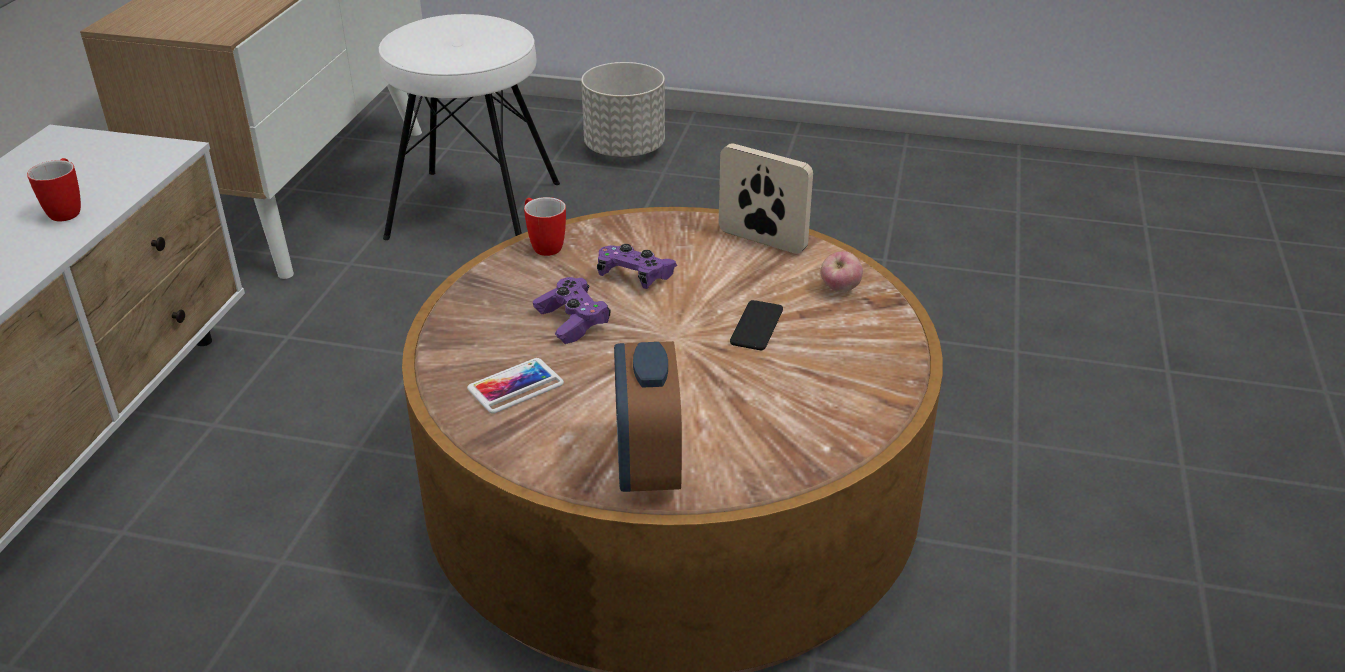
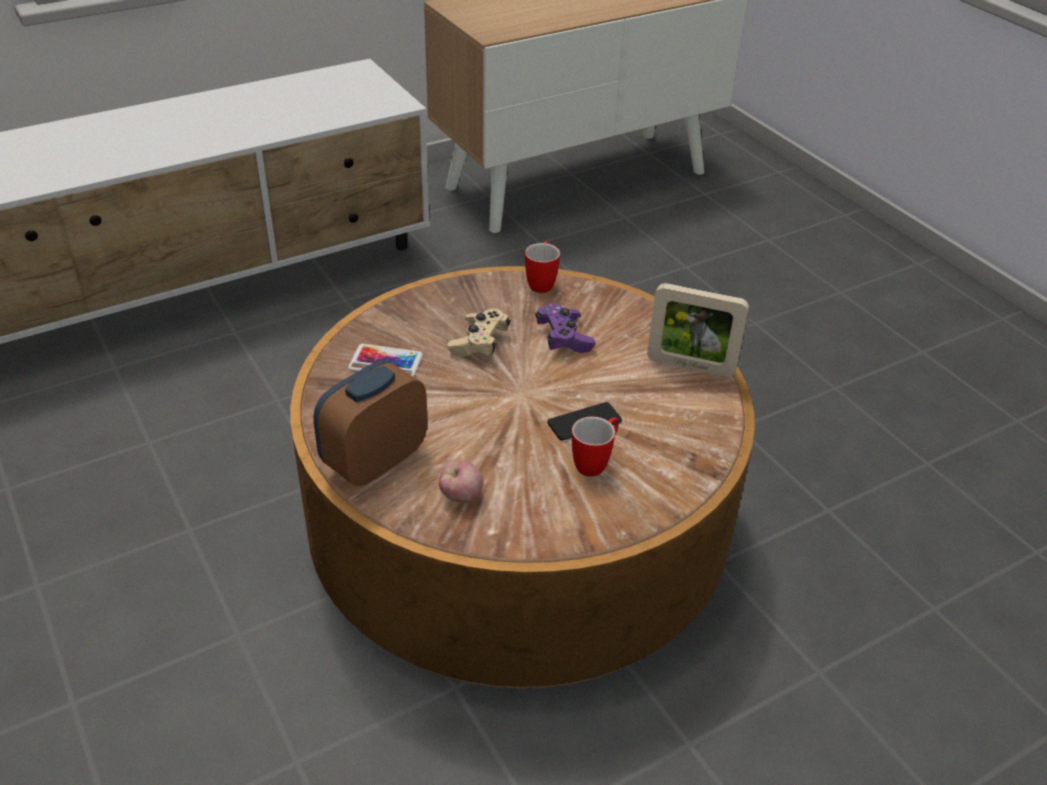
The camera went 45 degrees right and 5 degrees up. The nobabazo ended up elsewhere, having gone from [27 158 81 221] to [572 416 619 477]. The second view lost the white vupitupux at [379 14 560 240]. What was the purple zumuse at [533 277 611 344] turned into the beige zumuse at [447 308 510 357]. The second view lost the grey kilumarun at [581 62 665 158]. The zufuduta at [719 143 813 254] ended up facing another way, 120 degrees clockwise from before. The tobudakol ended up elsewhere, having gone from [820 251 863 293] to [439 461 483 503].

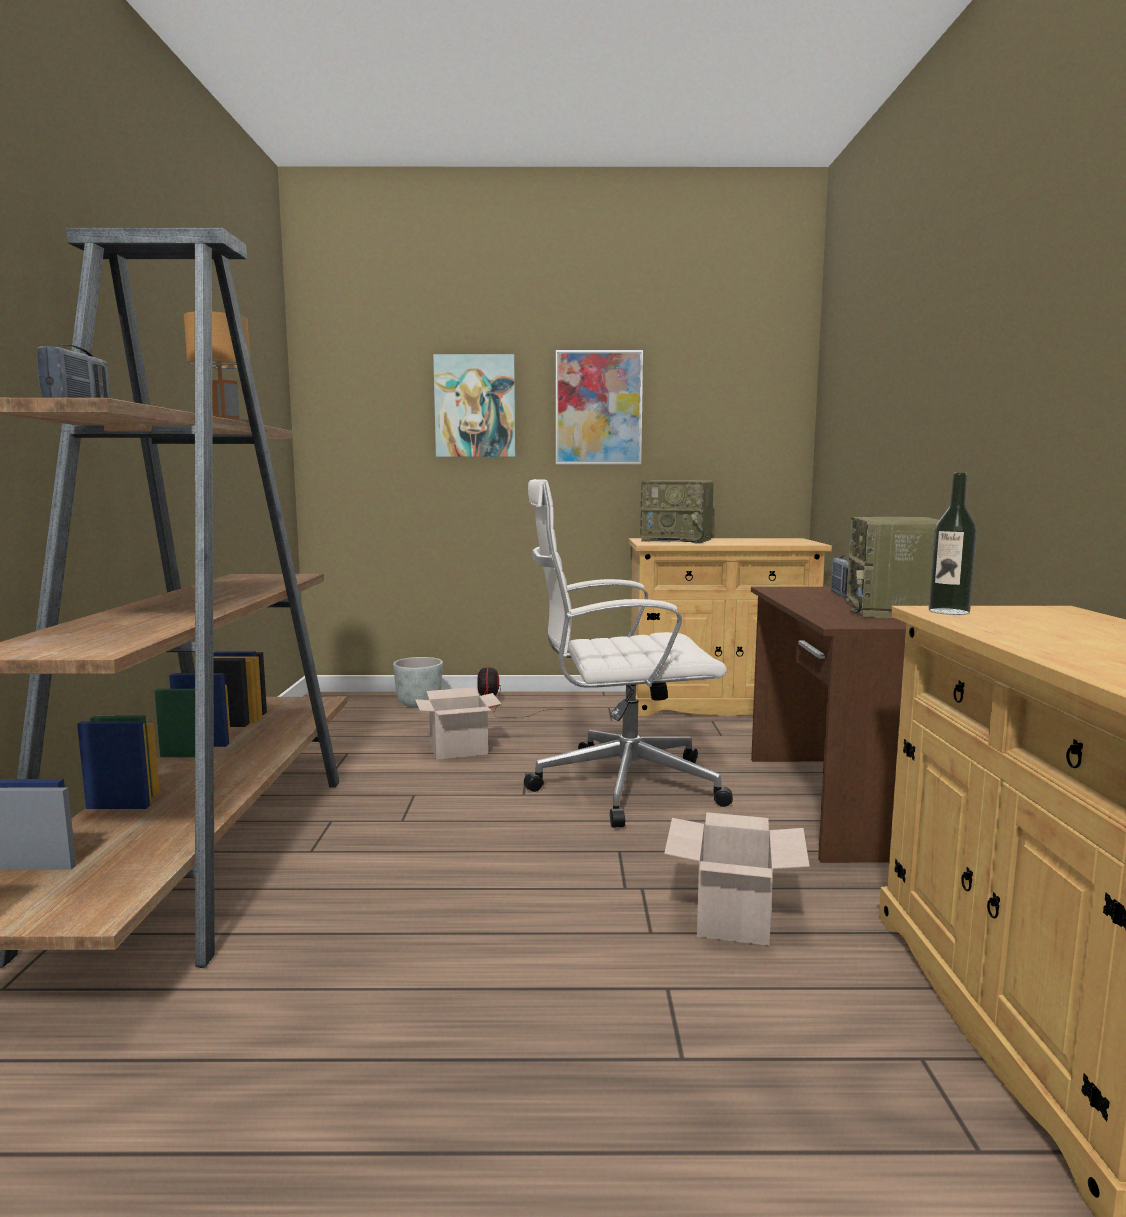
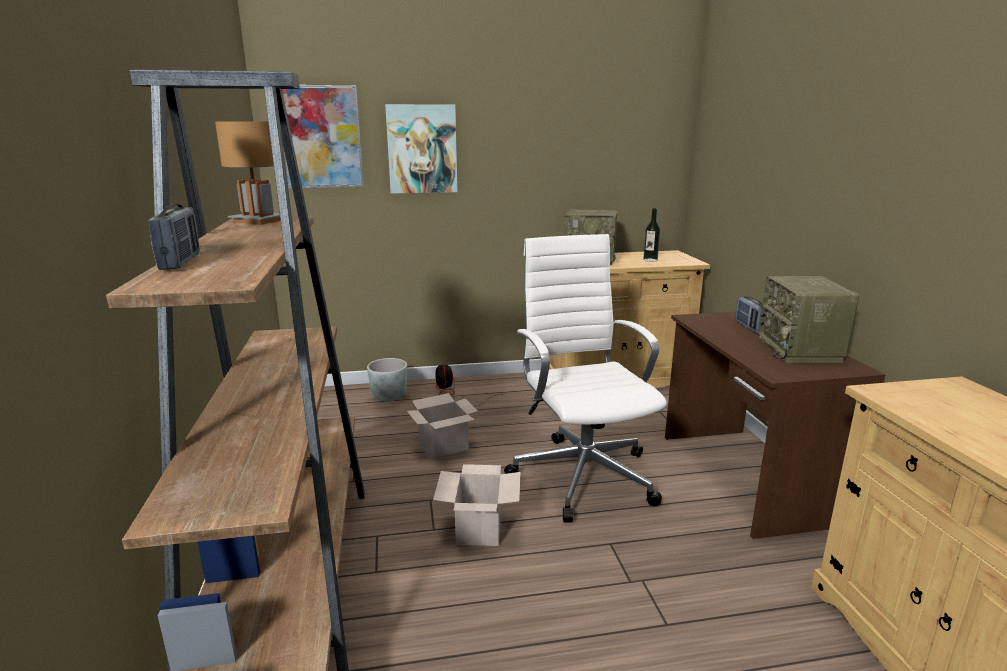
The camera went 10 degrees left and 10 degrees up. The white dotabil at [524 479 733 828] ended up facing another way, 90 degrees clockwise from before. The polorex ended up elsewhere, having gone from [556 350 643 464] to [282 85 364 188]. The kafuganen ended up elsewhere, having gone from [664 812 810 946] to [433 464 521 546]. The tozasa ended up elsewhere, having gone from [929 473 977 615] to [643 208 660 262].

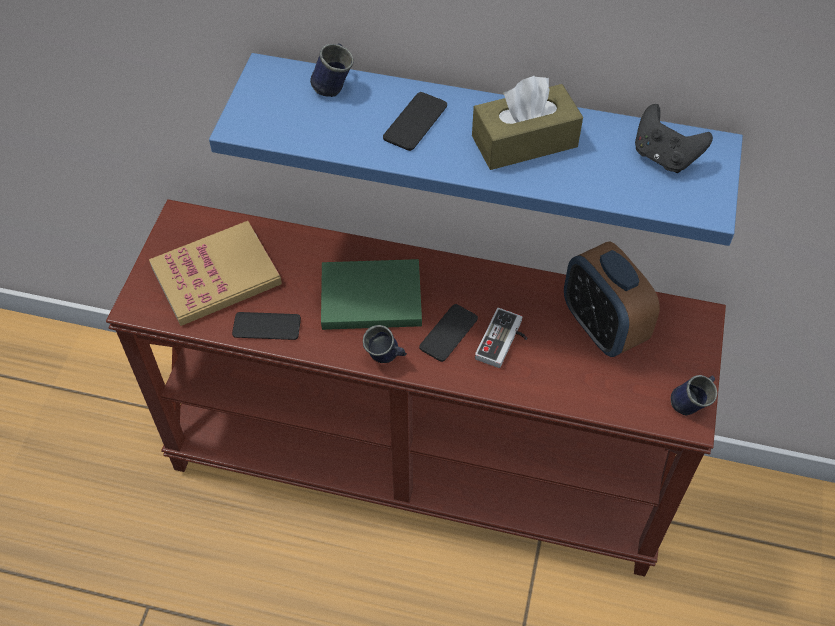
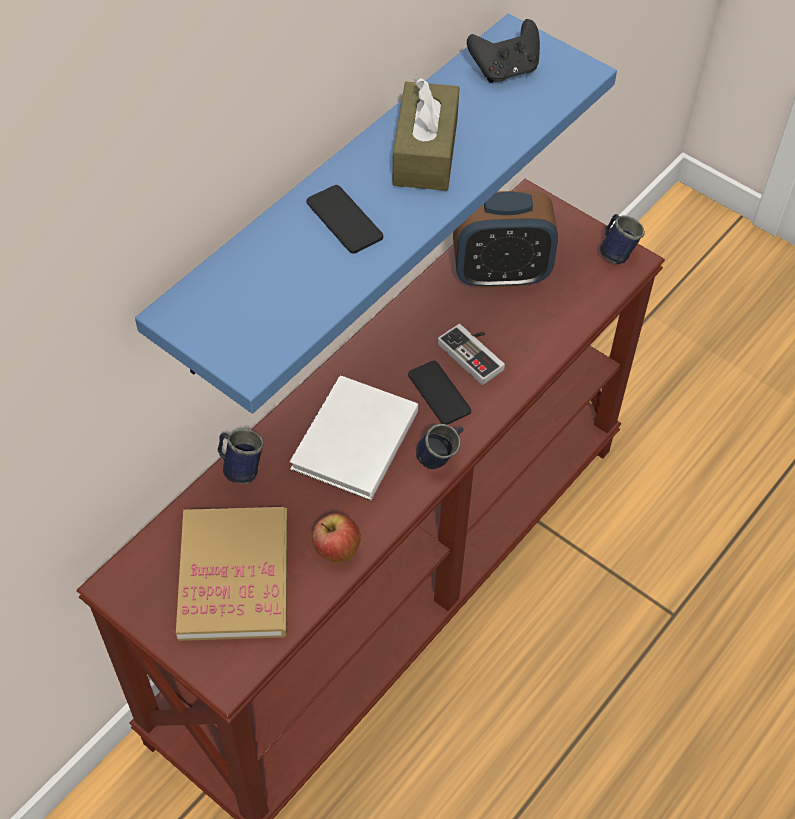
The camera went 65 degrees left and 0 degrees up. Where the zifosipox stood at [232 312 301 340], the tobudakol came to stand at [312 513 361 563]. The blue nobabazo ended up elsewhere, having gone from [310 43 354 97] to [218 429 264 484]. What was the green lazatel at [321 259 422 330] turned into the white lazatel at [290 375 418 500].

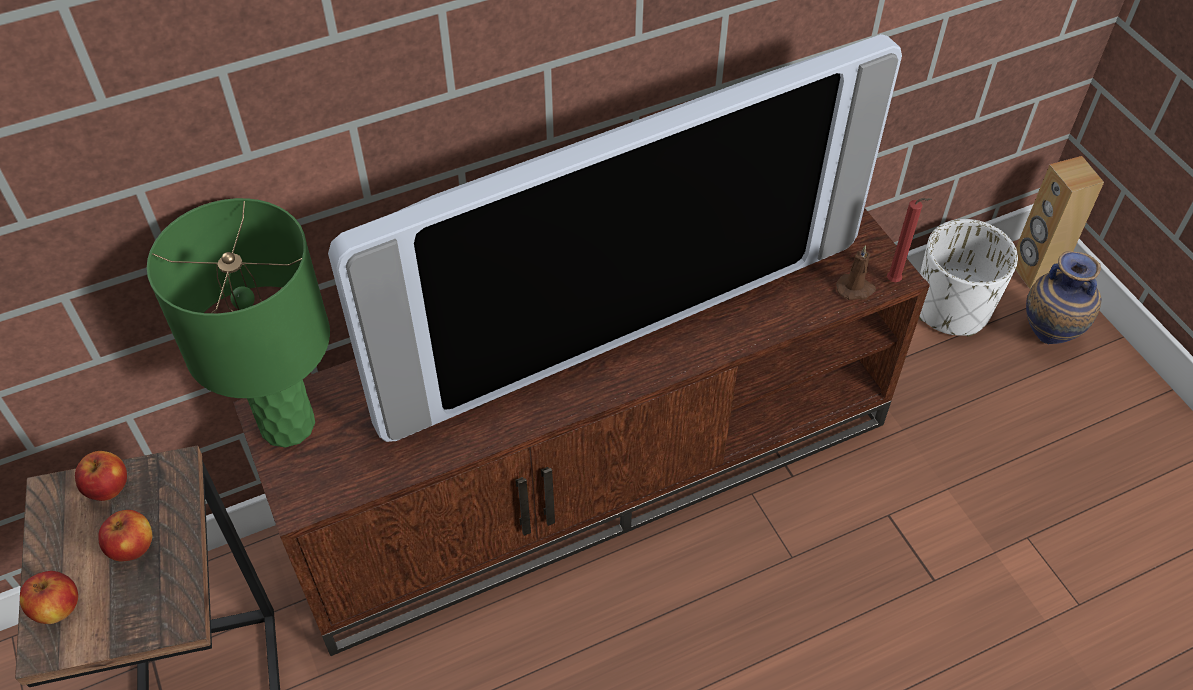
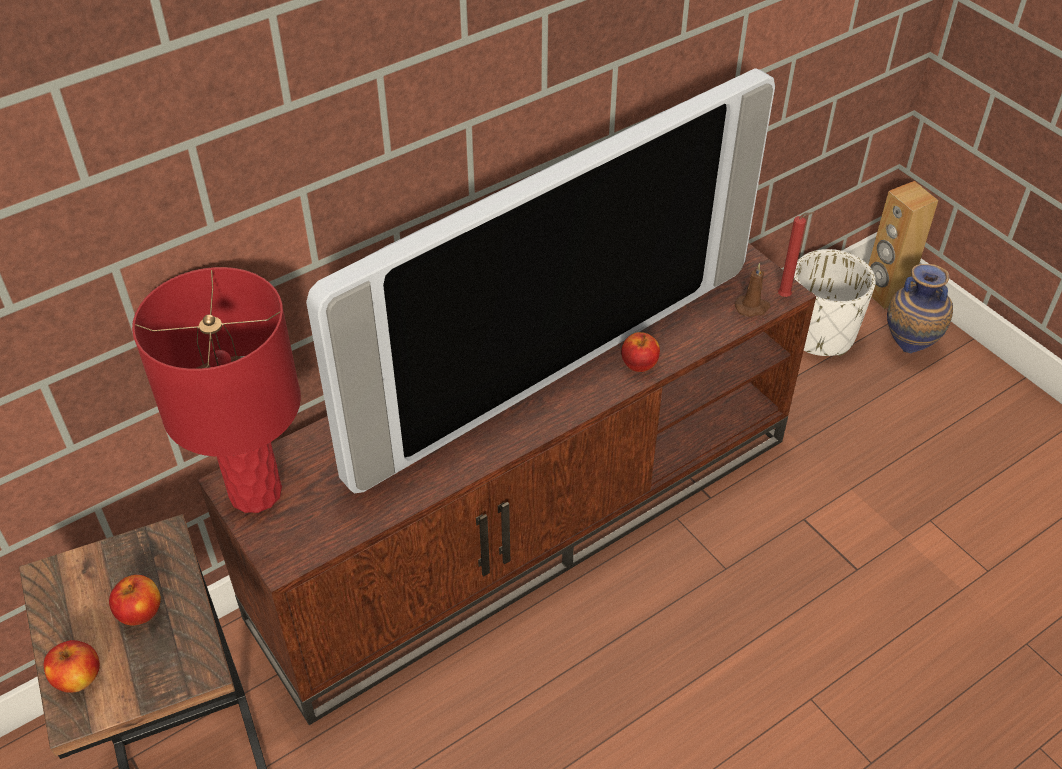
The camera went 10 degrees left and 5 degrees down. The tobudakol ended up elsewhere, having gone from [75 451 127 501] to [621 332 660 372]. What was the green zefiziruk at [147 198 330 448] turned into the red zefiziruk at [132 267 301 513].

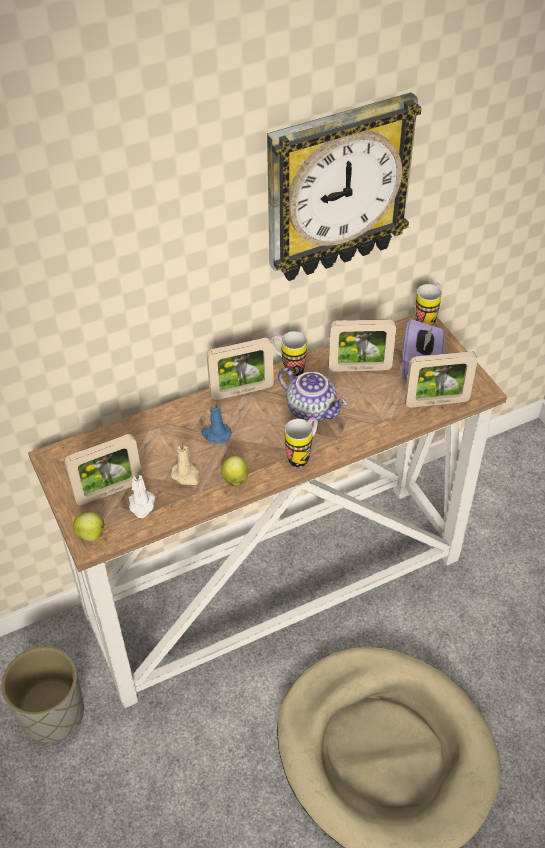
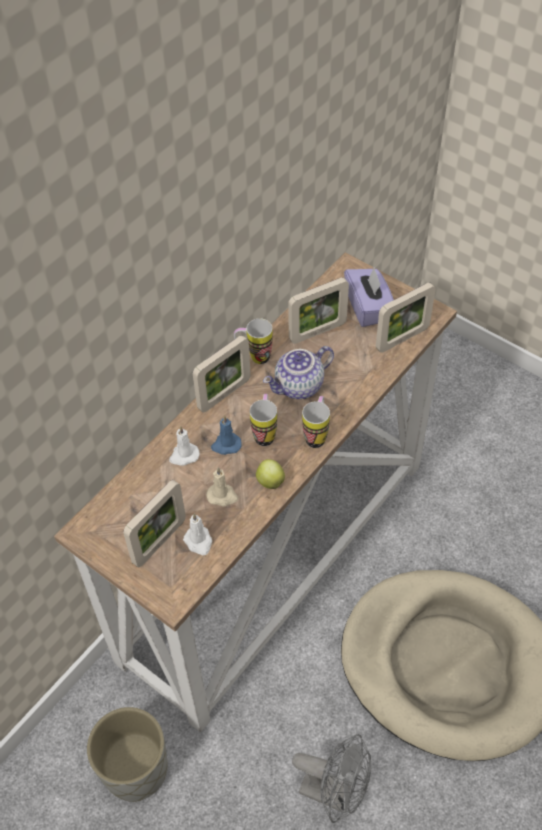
The camera went 25 degrees left and 5 degrees up. The second view lost the tobudakol at [73 512 106 541]. The second view lost the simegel at [267 92 422 281]. The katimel at [278 368 347 422] ended up facing another way, 135 degrees clockwise from before. The nobabazo ended up elsewhere, having gone from [415 282 442 326] to [250 394 277 446]. The second view gained the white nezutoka at [169 426 200 466]. The second view gained the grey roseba at [292 734 371 823].

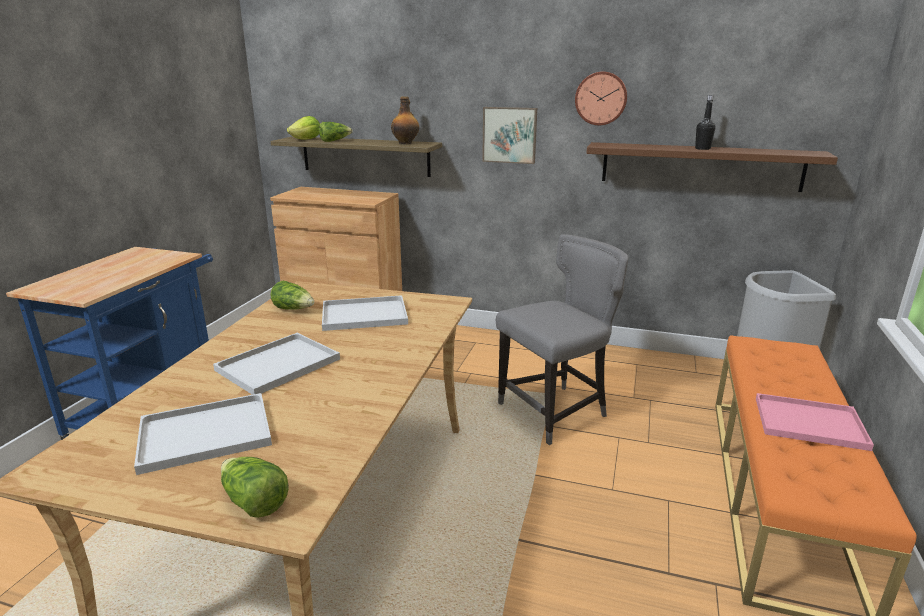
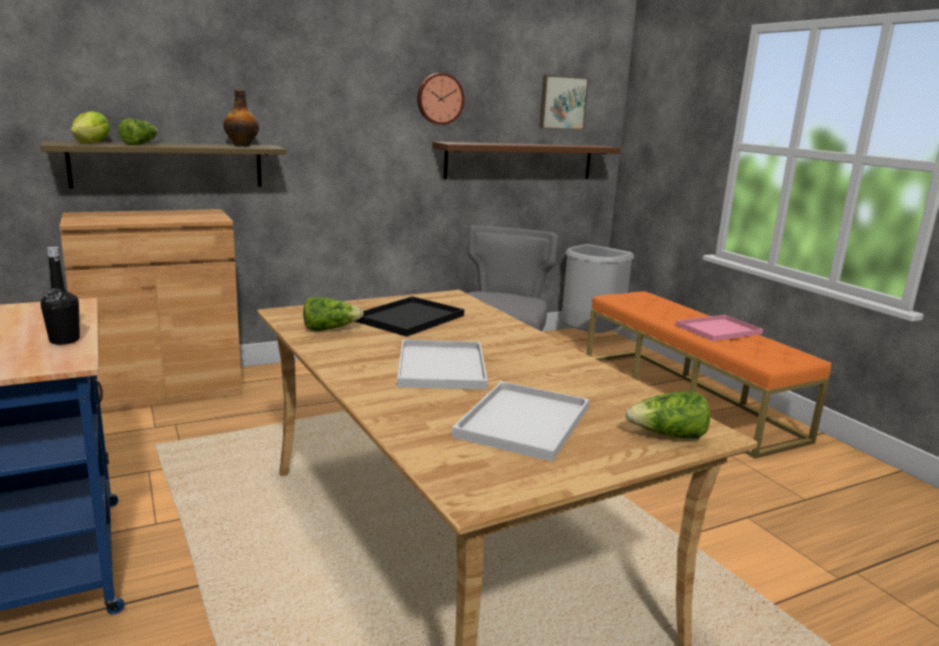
The camera went 45 degrees left and 5 degrees down. What was the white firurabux at [322 295 408 331] turned into the black firurabux at [354 296 464 337]. The polorex ended up elsewhere, having gone from [482 107 537 164] to [539 75 589 130]. The black tozasa ended up elsewhere, having gone from [695 95 715 150] to [41 247 80 345].

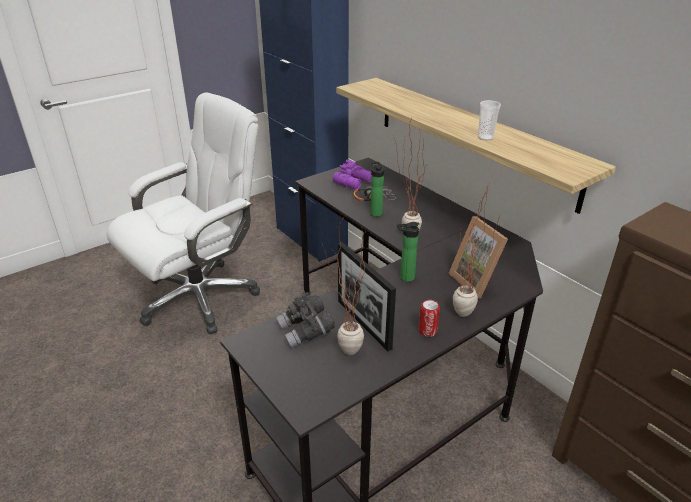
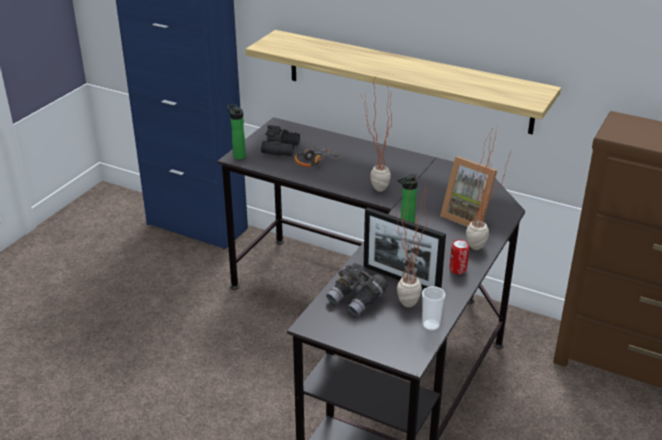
The camera went 25 degrees left and 0 degrees up. The second view lost the white dotabil at [107 92 260 334]. What was the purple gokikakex at [333 160 371 190] turned into the black gokikakex at [261 125 300 156]. The tozasa ended up elsewhere, having gone from [370 162 384 217] to [227 104 246 160]. The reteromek ended up elsewhere, having gone from [478 100 501 140] to [422 286 445 331].

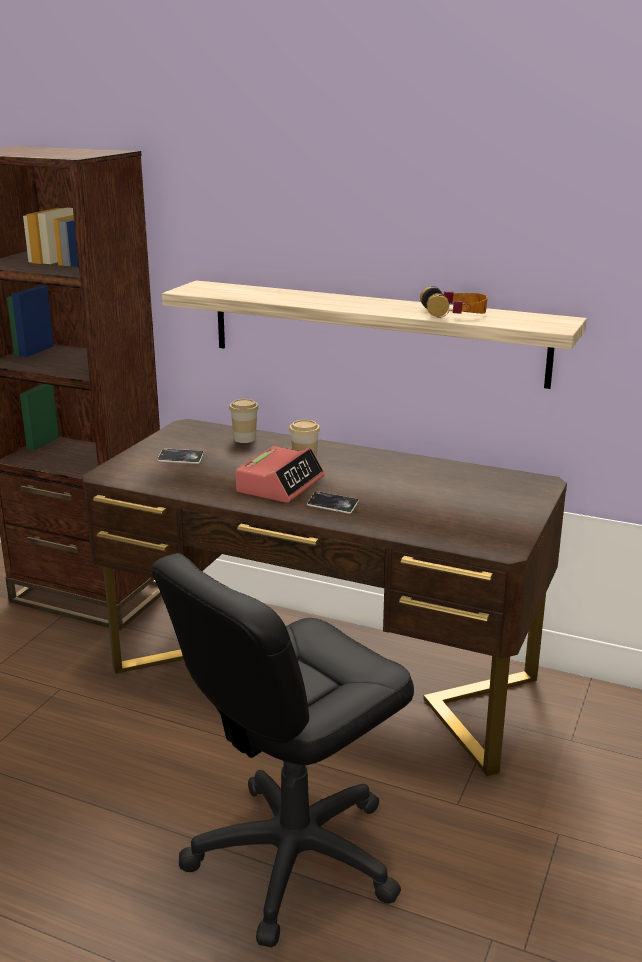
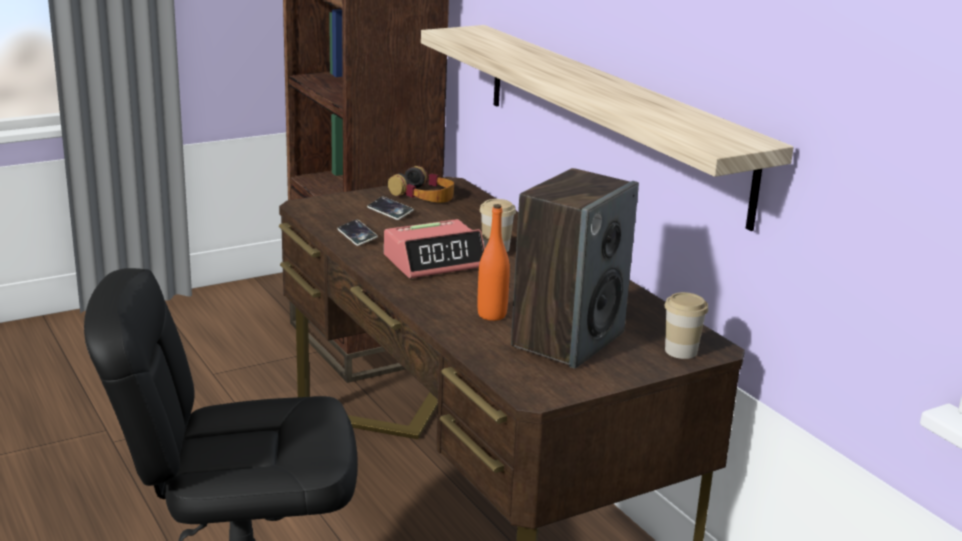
The camera went 35 degrees right and 0 degrees up. The reteromek ended up elsewhere, having gone from [229 399 259 443] to [664 292 708 359]. The zifosipox ended up elsewhere, having gone from [307 491 359 514] to [337 219 378 246]. The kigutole ended up elsewhere, having gone from [420 286 488 318] to [388 166 454 203]. The second view gained the orange tozasa at [478 204 510 321]. The second view gained the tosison at [511 168 639 369].

